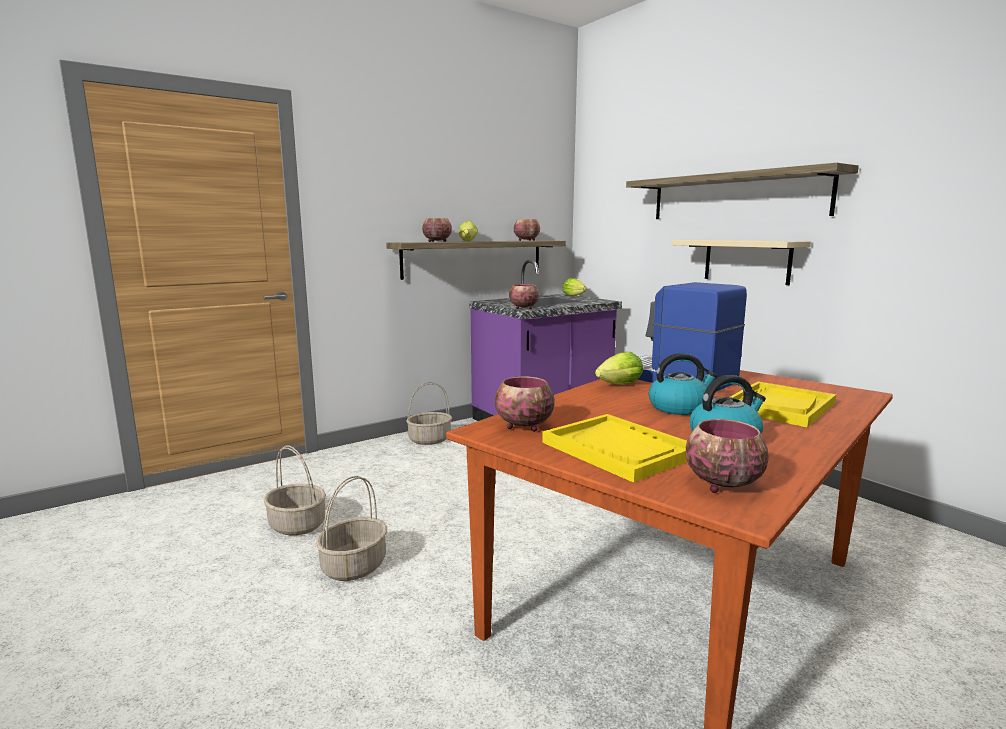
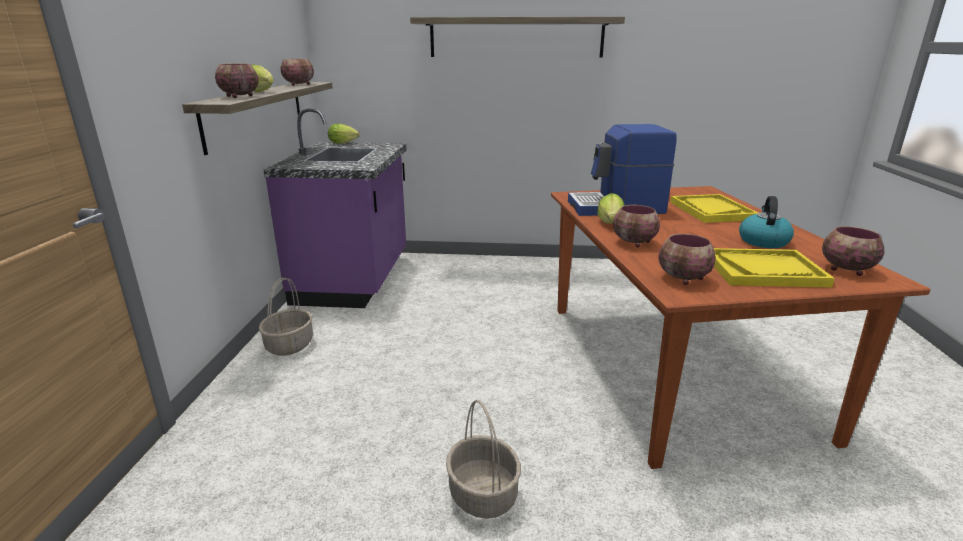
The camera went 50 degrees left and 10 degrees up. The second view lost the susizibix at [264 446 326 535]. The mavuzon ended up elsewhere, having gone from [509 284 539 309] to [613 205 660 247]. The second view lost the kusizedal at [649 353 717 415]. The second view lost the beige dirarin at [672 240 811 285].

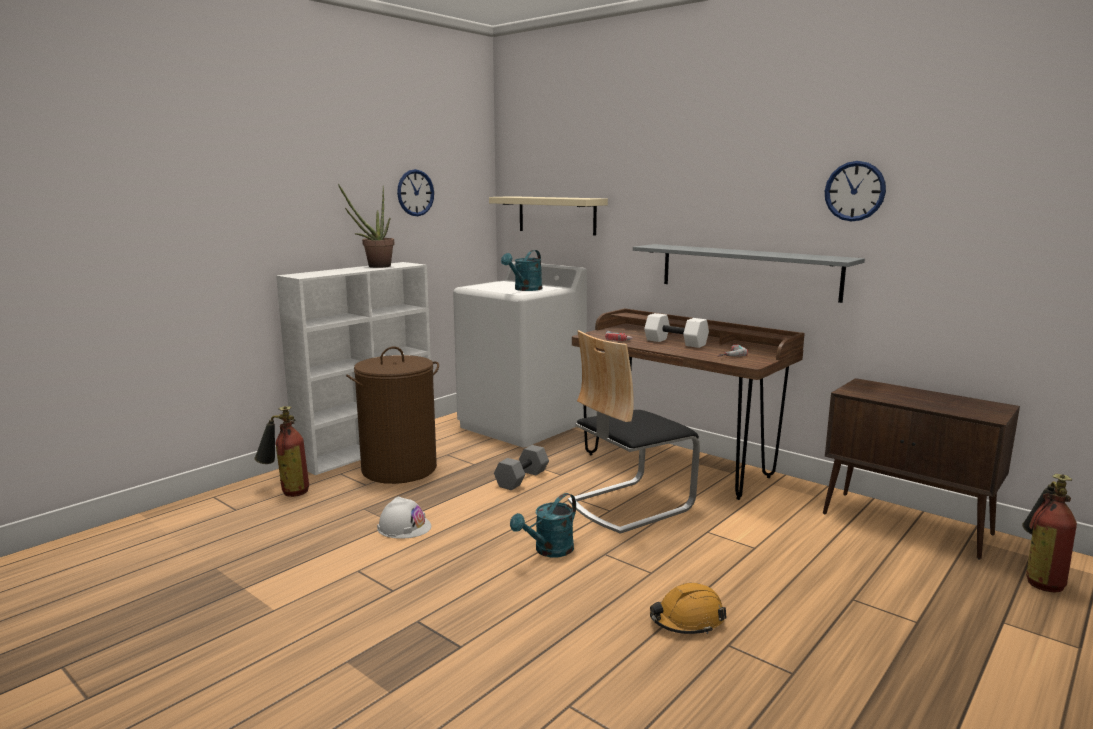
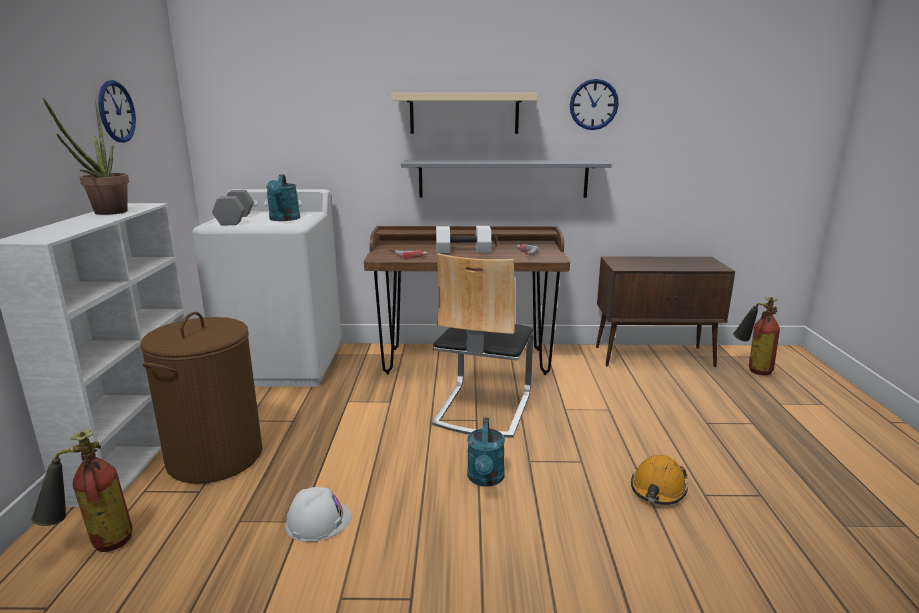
The camera went 40 degrees left and 5 degrees up. The beige dirarin ended up elsewhere, having gone from [489 196 608 236] to [391 93 538 134]. The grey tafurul ended up elsewhere, having gone from [494 445 549 490] to [212 190 254 226].

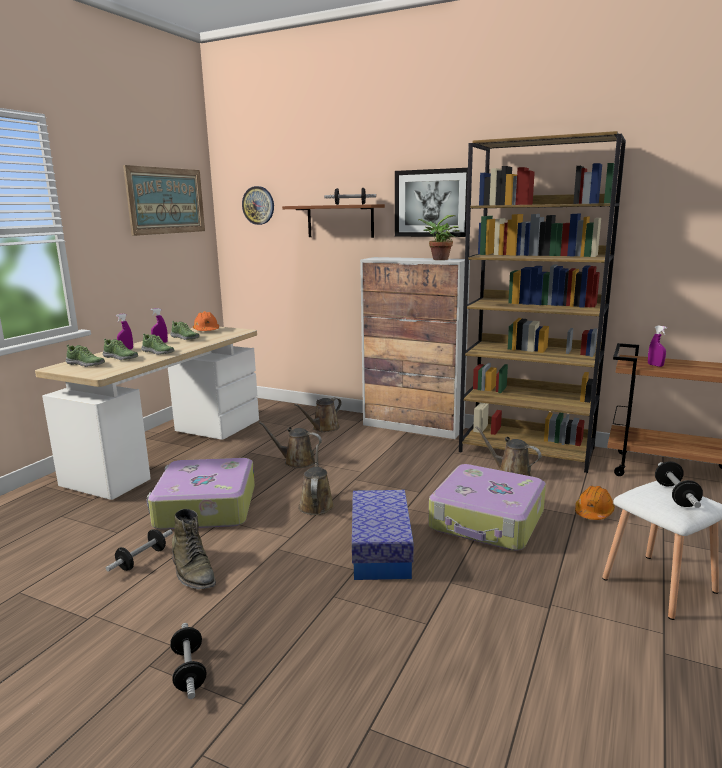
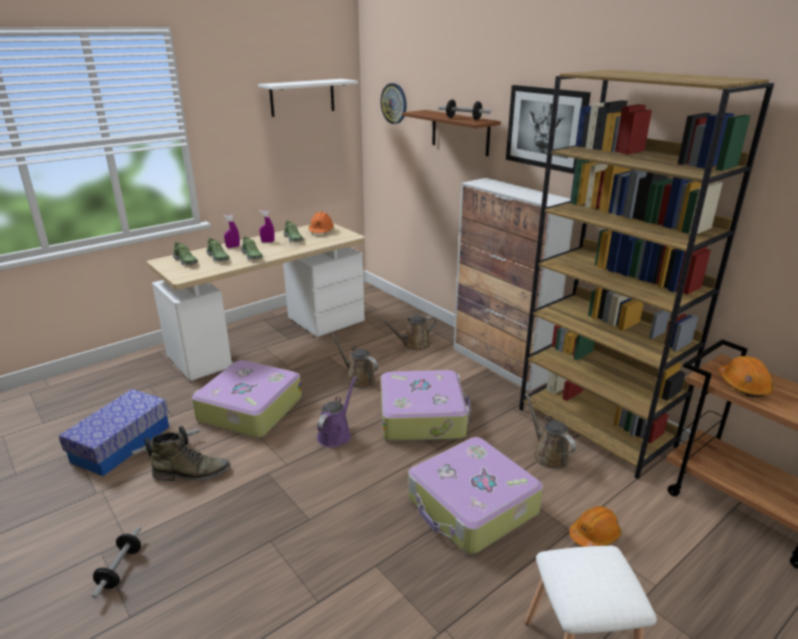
The camera went 25 degrees right and 10 degrees up. Where the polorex hung at [123 165 205 236], the white dirarin came to hang at [258 79 358 117]. The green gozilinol at [172 509 216 590] ended up facing another way, 90 degrees counterclockwise from before. What was the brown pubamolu at [298 444 334 515] turned into the purple pubamolu at [317 376 356 447]. The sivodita ended up elsewhere, having gone from [352 490 414 580] to [58 389 169 476]. The second view lost the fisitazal at [418 215 460 260]. Where the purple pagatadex stood at [648 325 667 367], the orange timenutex came to stand at [718 356 773 397]. The second view lost the tafurul at [655 461 703 508]. The second view gained the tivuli at [381 370 471 441].

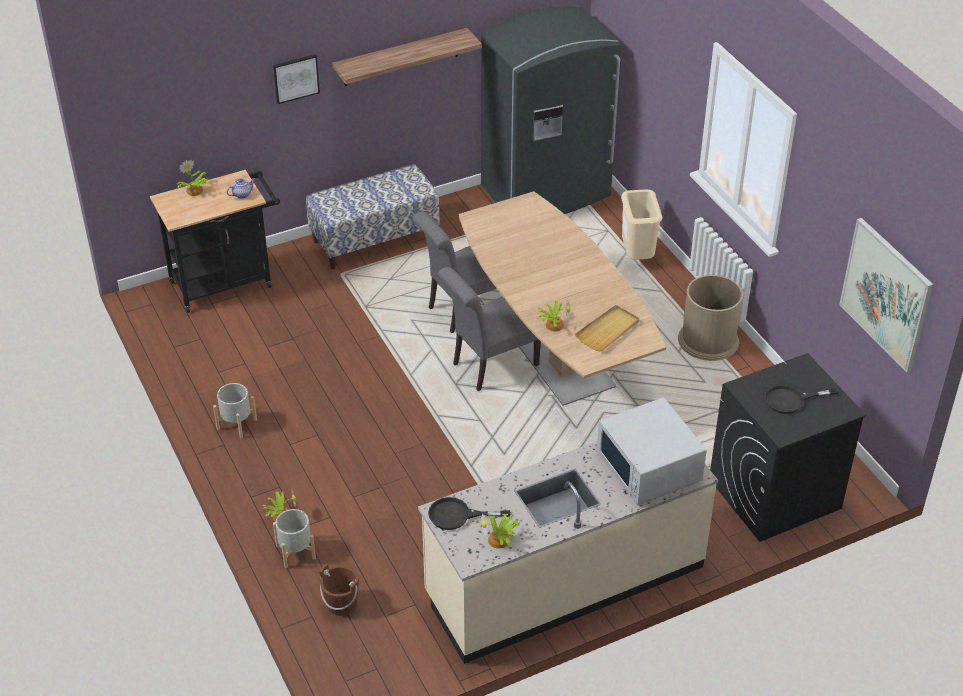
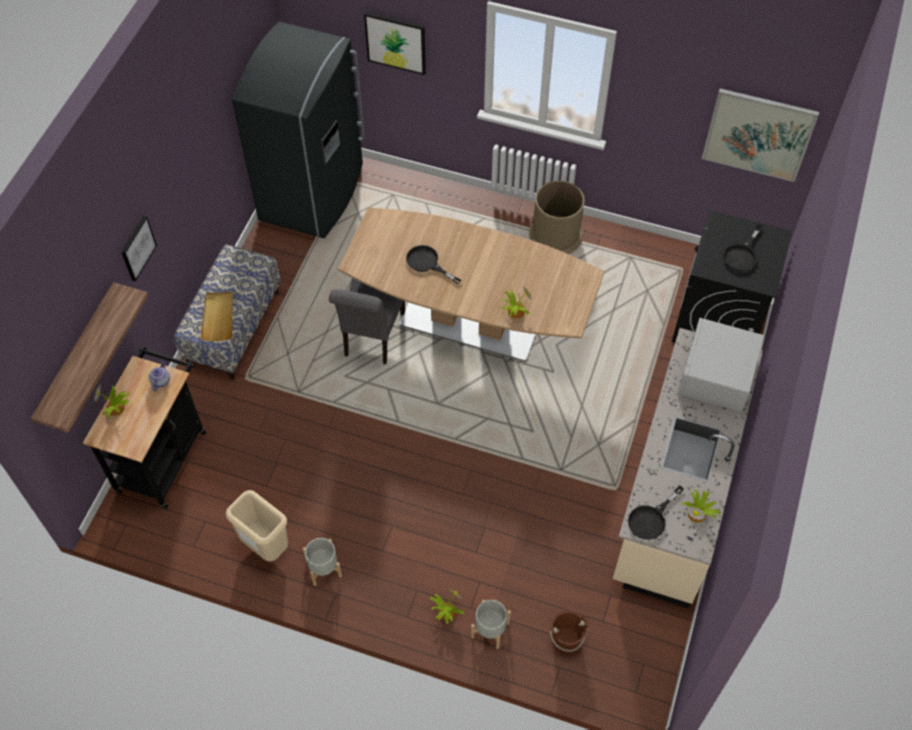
The camera went 45 degrees left and 15 degrees up. The dirarin ended up elsewhere, having gone from [332 28 482 86] to [31 282 148 433]. The second view lost the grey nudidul at [438 267 541 391]. The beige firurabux ended up elsewhere, having gone from [575 305 639 351] to [200 292 233 341]. The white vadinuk at [597 397 707 505] ended up facing another way, 90 degrees clockwise from before. The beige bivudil ended up elsewhere, having gone from [621 189 662 260] to [226 490 288 561]. The second view gained the polorex at [364 12 426 75]. The second view gained the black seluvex at [406 245 461 284].

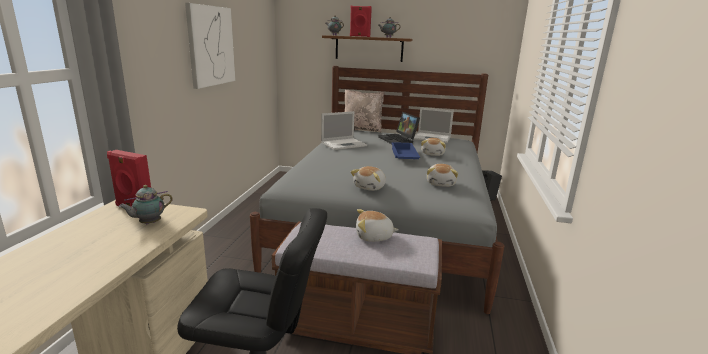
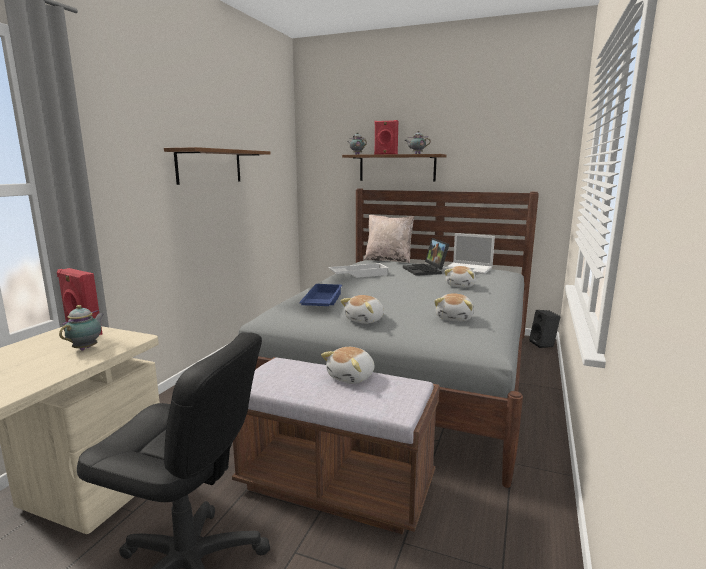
The camera went 10 degrees right and 5 degrees down. The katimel at [118 185 173 224] ended up facing another way, 135 degrees clockwise from before. Where the polorex hung at [185 3 235 89], the brown dirarin came to hang at [164 147 271 185]. Where the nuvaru stood at [321 111 367 150], the white firurabux came to stand at [328 263 389 278]. The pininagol at [356 209 399 242] ended up facing another way, 60 degrees counterclockwise from before. The blue firurabux ended up elsewhere, having gone from [391 142 420 159] to [299 284 342 306].

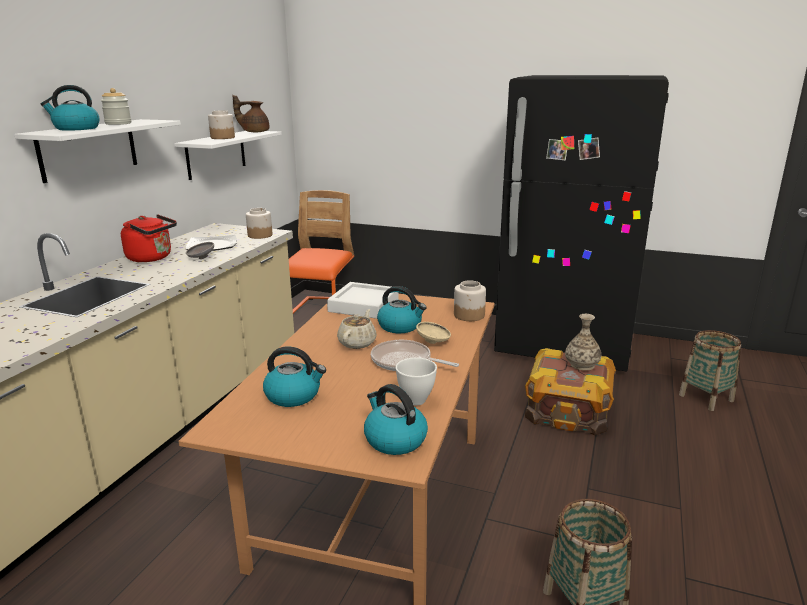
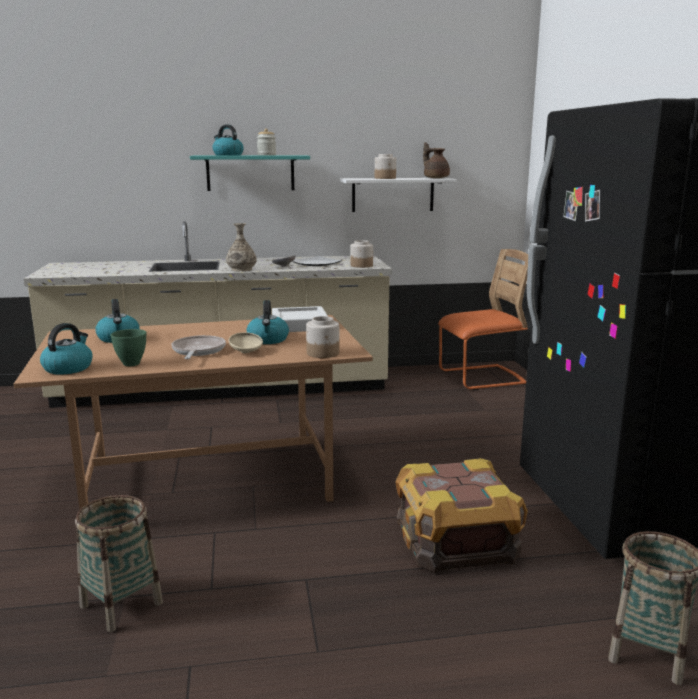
The camera went 60 degrees right and 5 degrees down. What was the white dirarin at [14 119 181 183] turned into the turquoise dirarin at [190 155 310 191]. The second view lost the red kusizedal at [121 214 177 262]. The second view lost the beige katimel at [337 309 377 349]. What was the white mavuzon at [396 358 437 406] turned into the green mavuzon at [110 329 146 366]. The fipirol ended up elsewhere, having gone from [565 314 601 371] to [226 223 257 271].

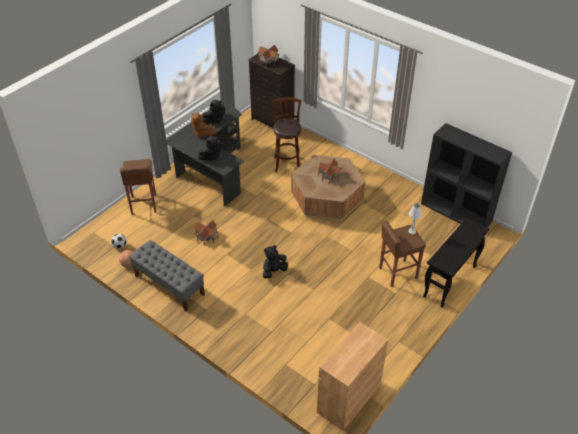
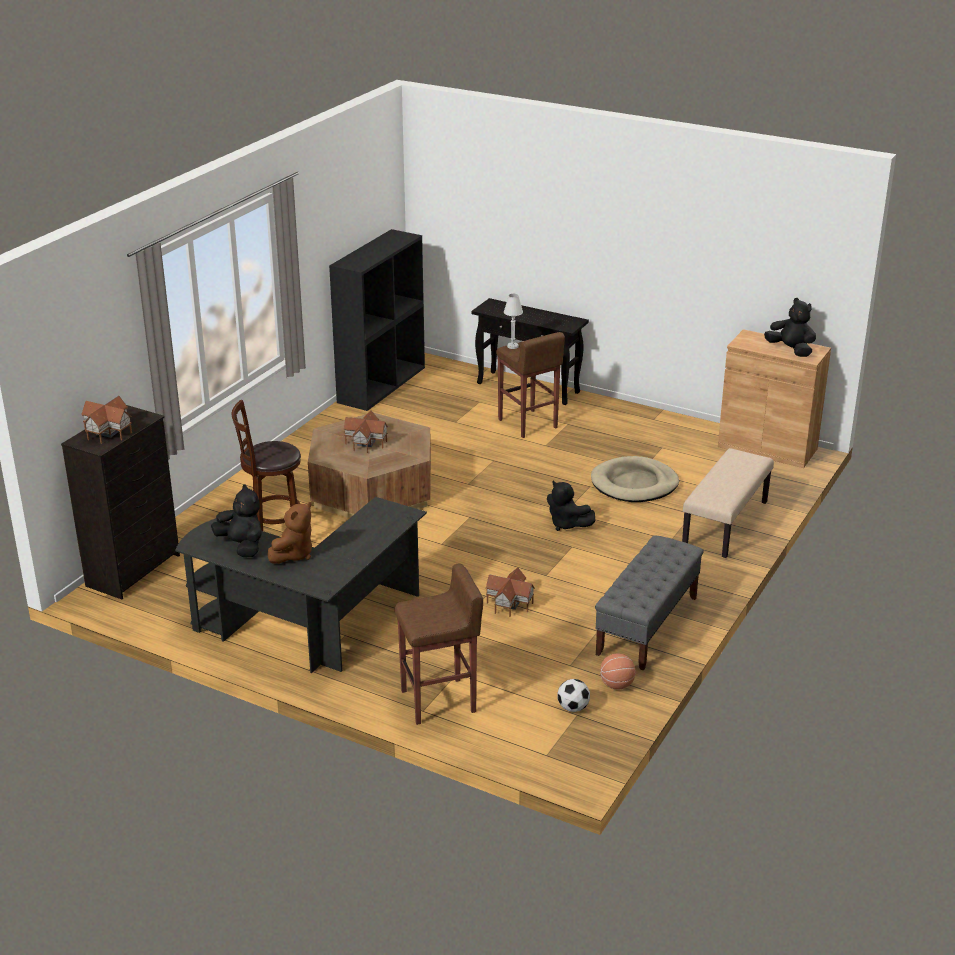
The camera went 100 degrees left and 15 degrees down. The black pininagol ended up elsewhere, having gone from [198 136 222 161] to [764 298 816 357]. The second view gained the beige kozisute at [591 456 679 502]. The second view gained the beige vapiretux at [682 448 774 558].

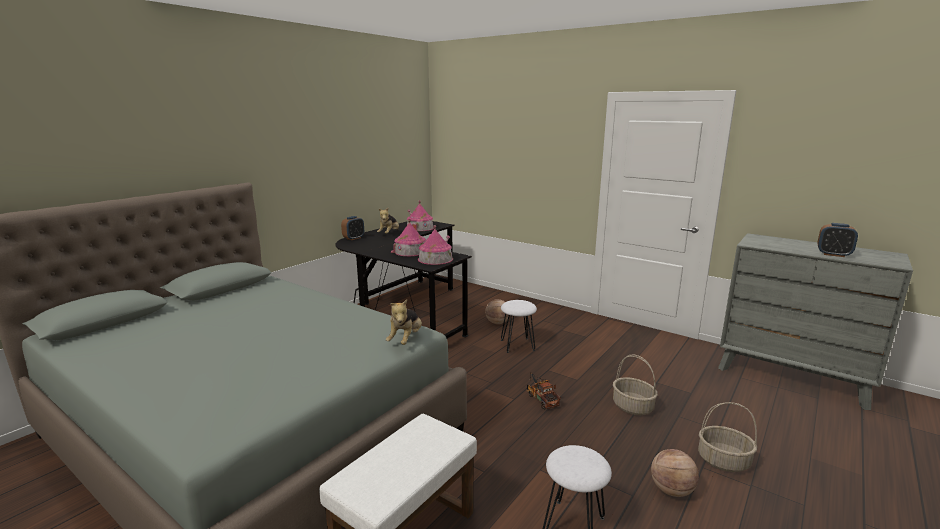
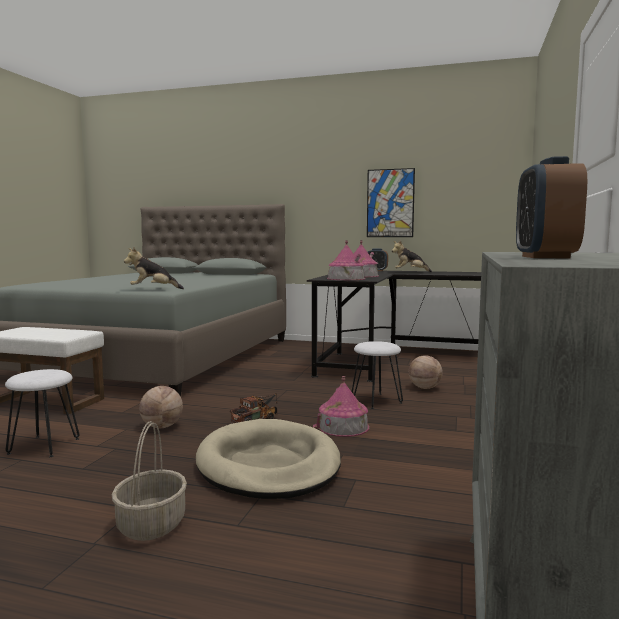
The camera went 70 degrees right and 10 degrees down. The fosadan ended up elsewhere, having gone from [407 200 434 231] to [313 376 369 437]. Where the susizibix stood at [613 354 658 415], the beige kozisute came to stand at [196 419 341 499]. The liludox ended up elsewhere, having gone from [651 449 699 497] to [139 386 183 428]. The second view gained the polorex at [367 168 415 237].

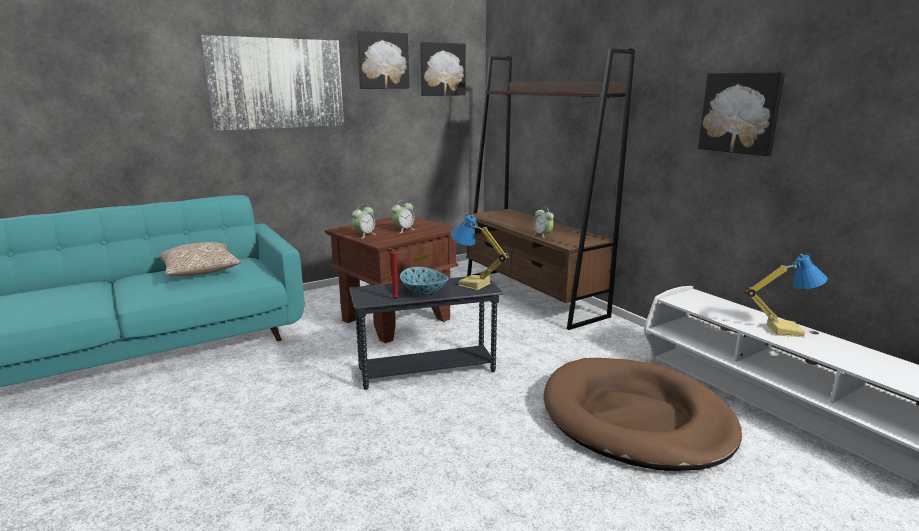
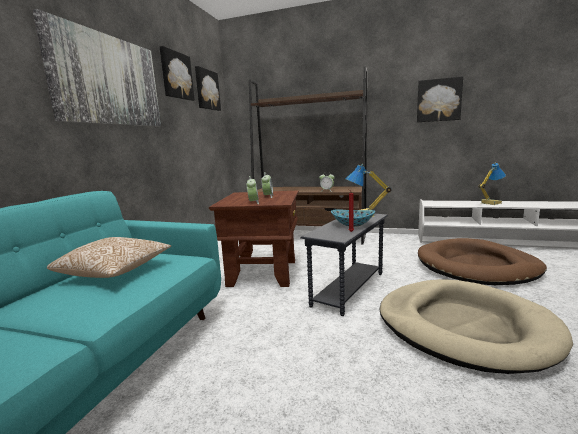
The camera went 40 degrees left and 5 degrees down. The second view gained the beige kozisute at [380 279 573 374].

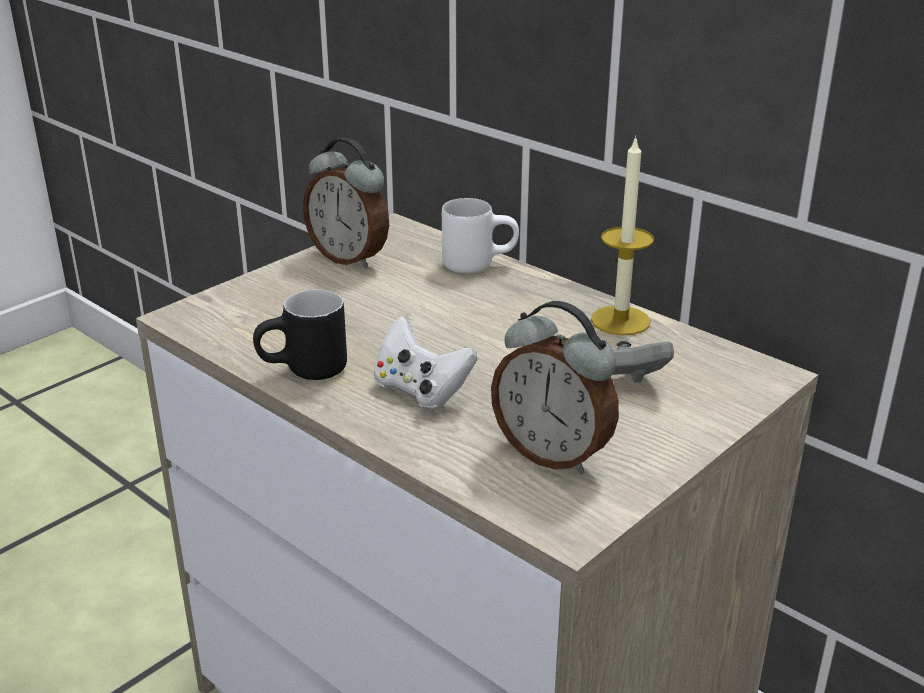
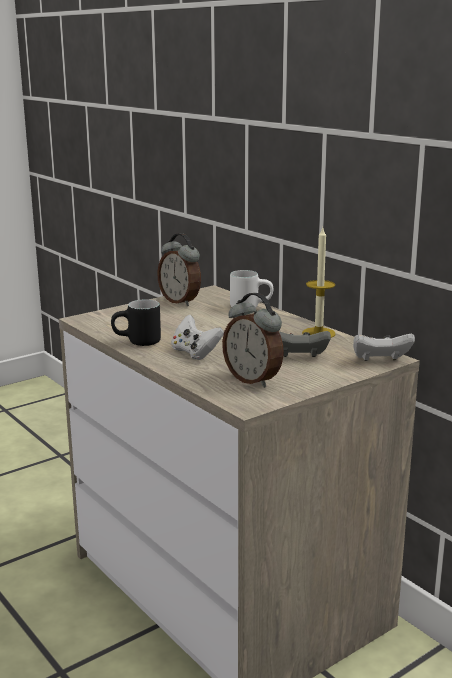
The camera went 10 degrees right and 10 degrees down. The second view gained the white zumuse at [353 333 415 361].

